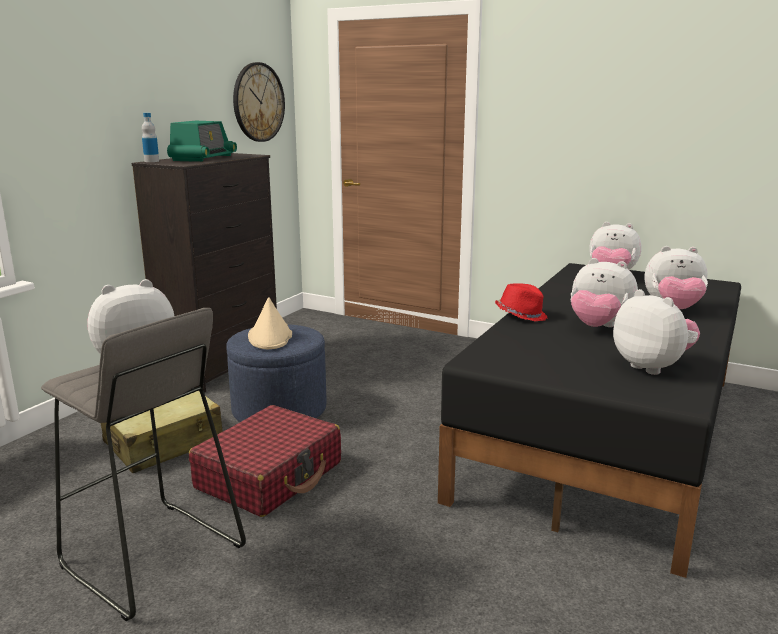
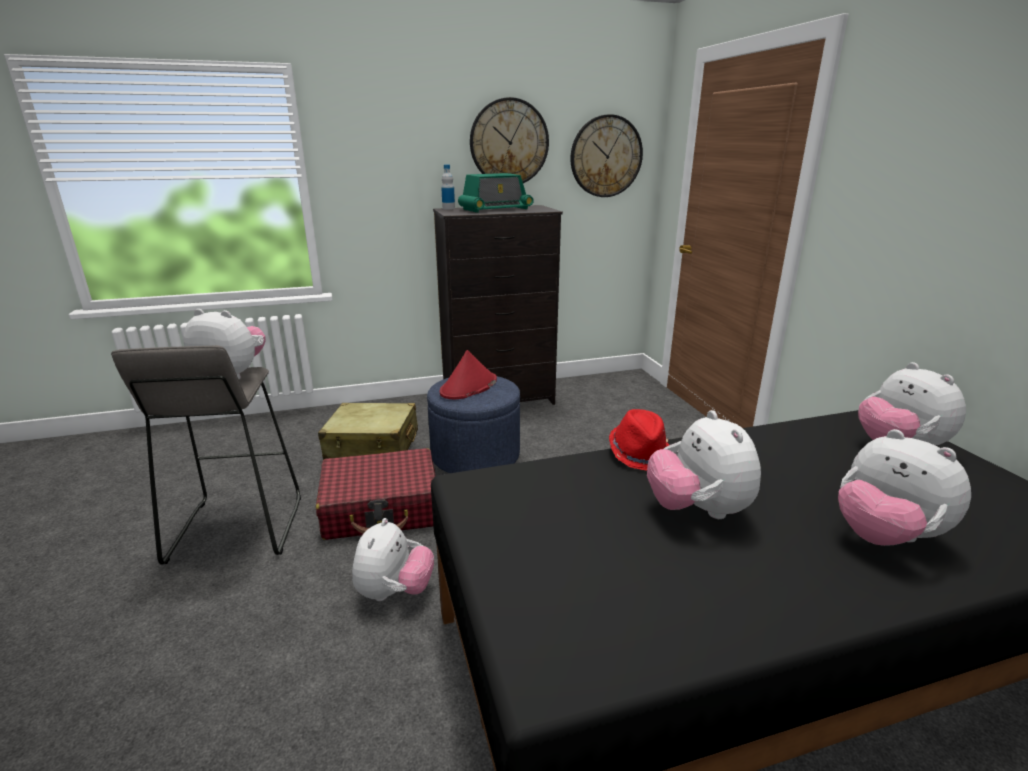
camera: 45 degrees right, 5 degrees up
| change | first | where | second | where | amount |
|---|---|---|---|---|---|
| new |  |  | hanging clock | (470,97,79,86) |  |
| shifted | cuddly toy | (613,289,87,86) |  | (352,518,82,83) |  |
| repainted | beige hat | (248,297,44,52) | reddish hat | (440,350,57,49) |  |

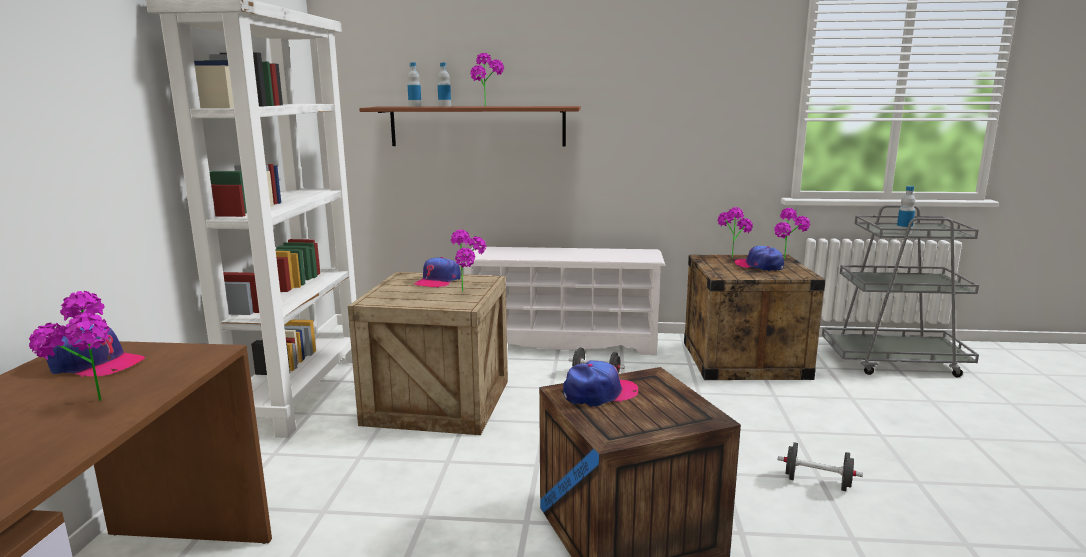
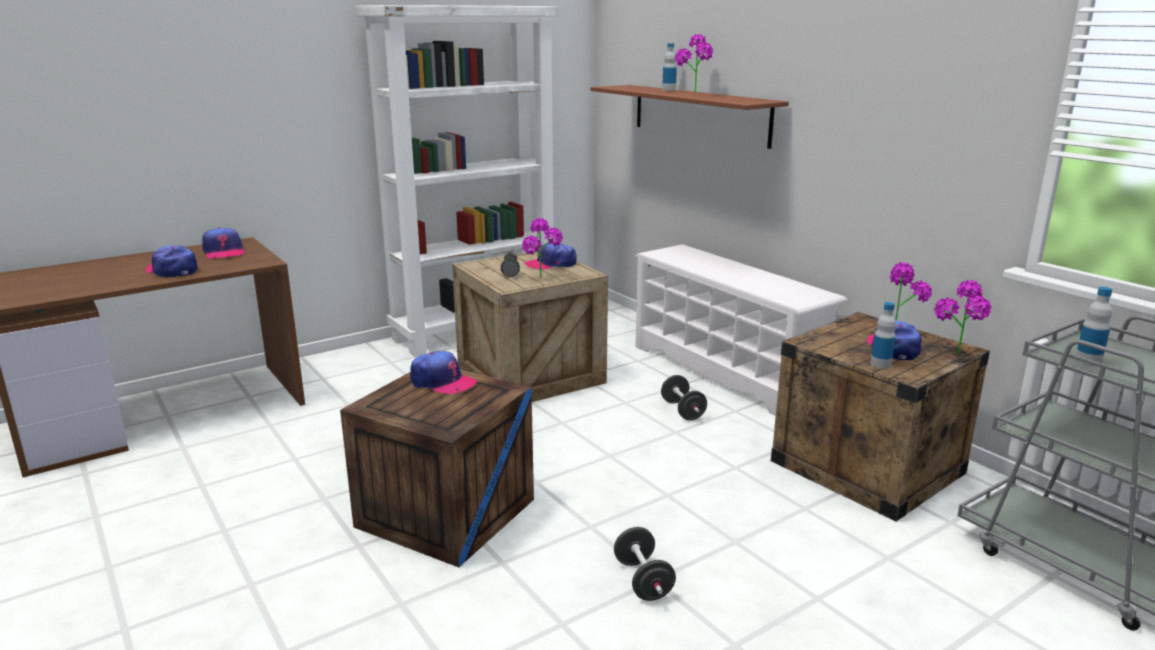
camera: 50 degrees right, 5 degrees up
| change | first | where | second | where | amount |
|---|---|---|---|---|---|
| new |  |  | hand torch | (501,252,19,25) |  |
| shifted | drink bottle | (408,63,14,44) |  | (871,302,25,67) |  |
| swapped | potted plant | (29,291,81,110) | peaked cap | (146,246,52,32) |  |

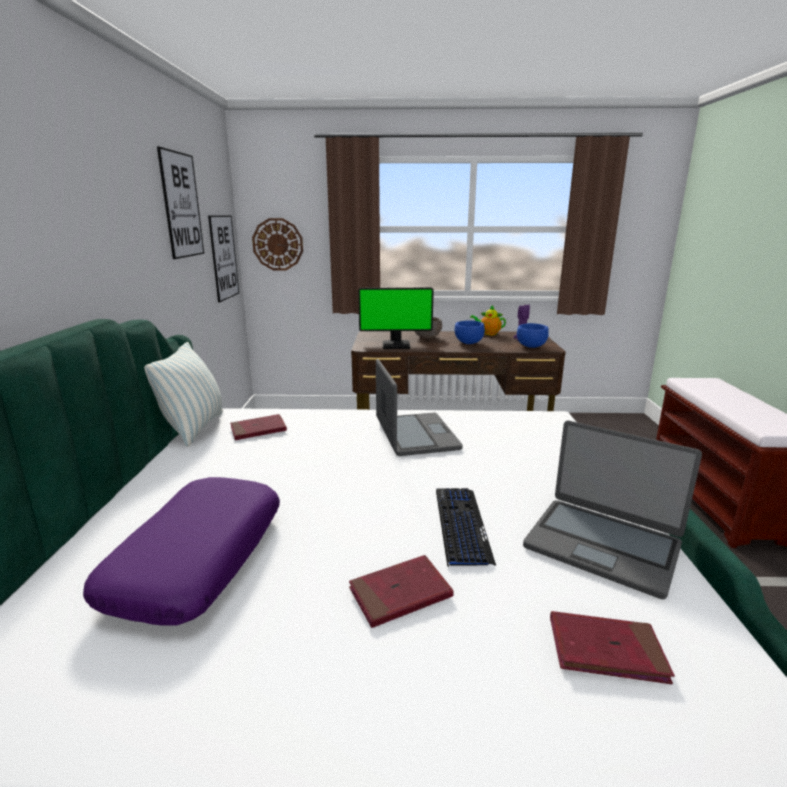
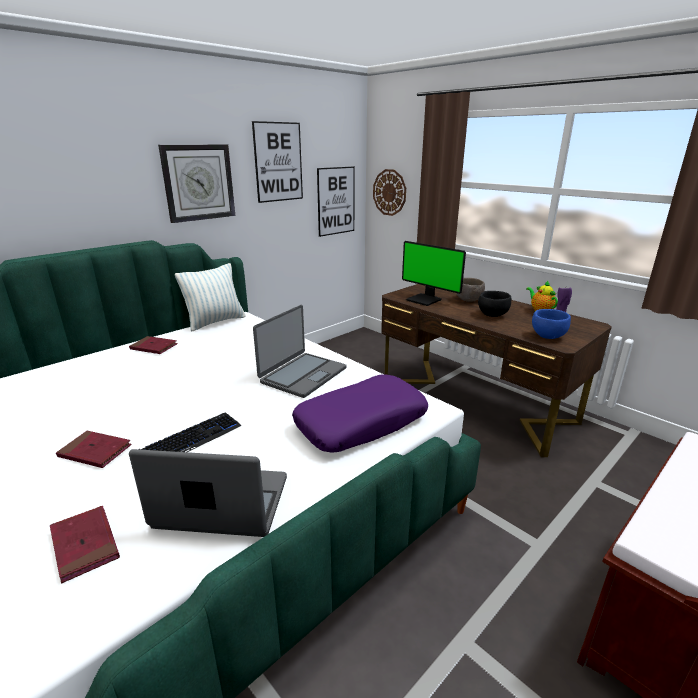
camera: 45 degrees right, 5 degrees up
| change | first | where | second | where | amount |
|---|---|---|---|---|---|
| new |  |  | hanging clock | (158,144,77,79) |  |
| shifted | purplish cushion | (83,477,197,149) |  | (292,374,136,79) |  |
| shifted | reddish bound book | (230,414,57,26) |  | (129,336,49,18) |  |
| repainted | blue deep dish | (455,320,30,24) | black deep dish | (478,291,33,26) |  |
| rotated | notebook computer | (523,421,179,178) |  | (129,449,158,88) | 105 degrees clockwise |

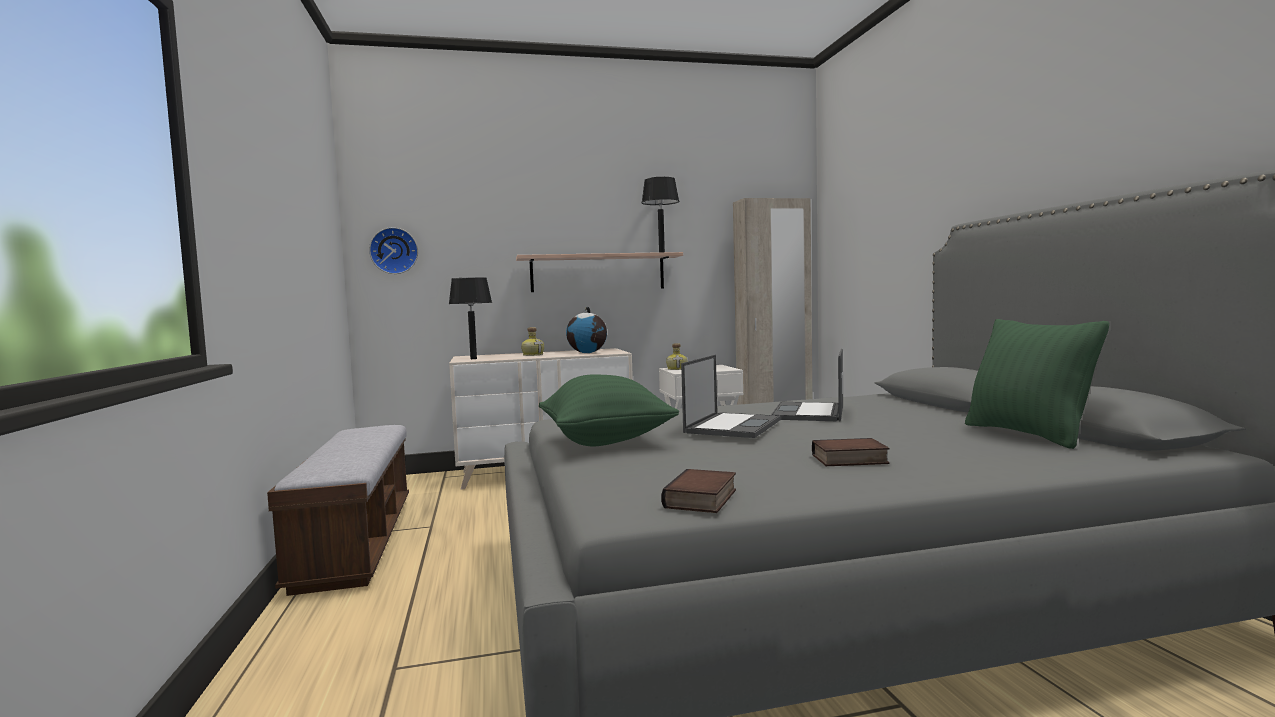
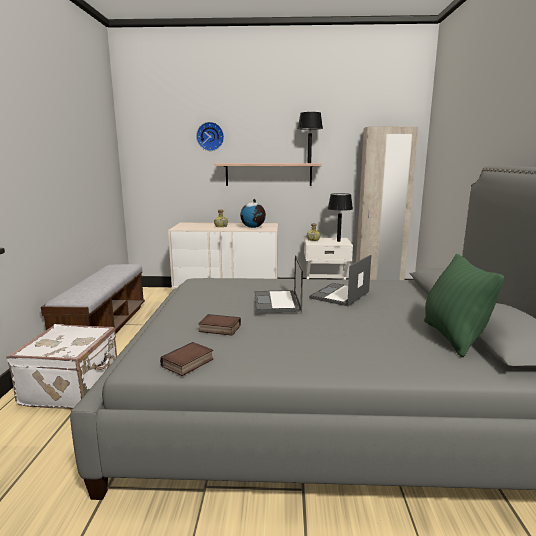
camera: 15 degrees right, 10 degrees up
| change | first | where | second | where | amount |
|---|---|---|---|---|---|
| gone | green cushion | (539,374,140,72) |  |  |  |
| new |  |  | whitish travel case | (6,324,111,85) |  |
| shifted | hanging clock | (369,227,49,47) |  | (196,122,28,29) |  |
| shifted | black table lamp | (449,277,43,82) |  | (328,193,25,49) |  |
| shifted | bound book | (812,438,78,28) |  | (198,314,43,22) |  |
| rotated | notebook computer | (681,355,100,83) |  | (255,255,48,58) | 135 degrees clockwise |

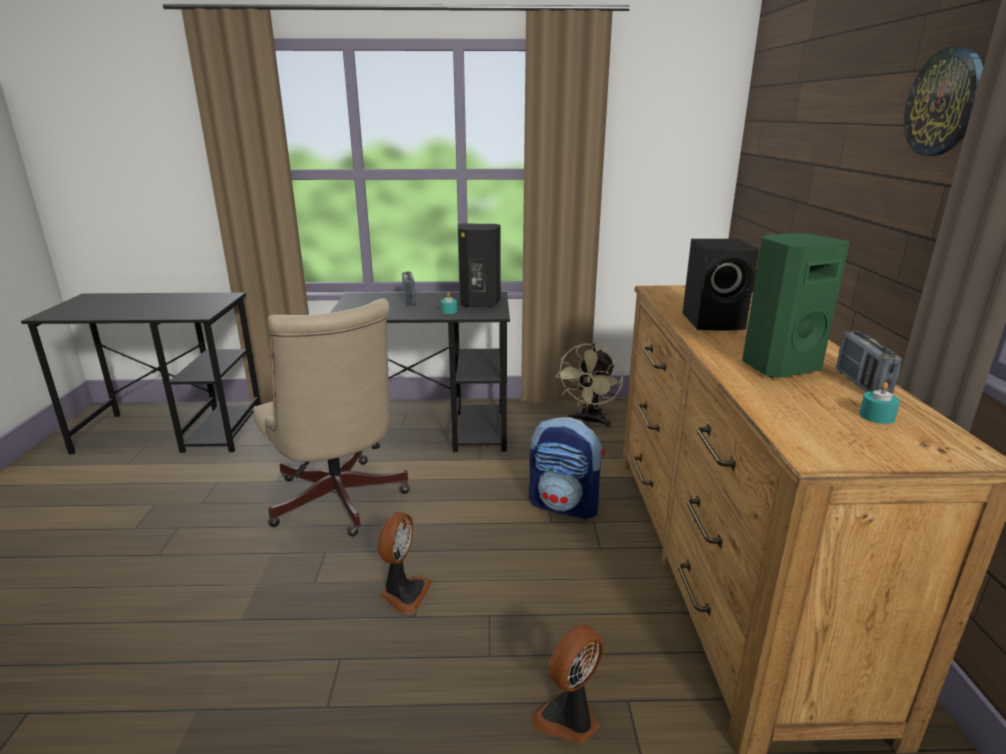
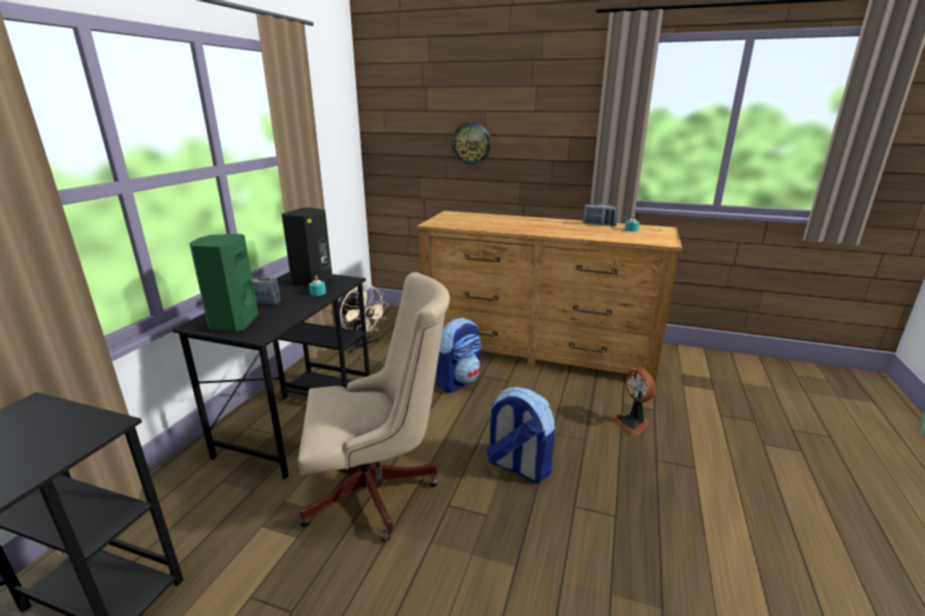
camera: 70 degrees left, 0 degrees up
| change | first | where | second | where | amount |
|---|---|---|---|---|---|
| gone | black speaker | (683,239,76,91) |  |  |  |
| shifted | green speaker | (742,233,107,145) |  | (189,234,69,98) |  |
| shifted | hanging clock | (904,46,79,110) |  | (452,122,39,43) |  |
| swapped | fan | (378,512,54,103) | knapsack | (487,387,68,96) |  |

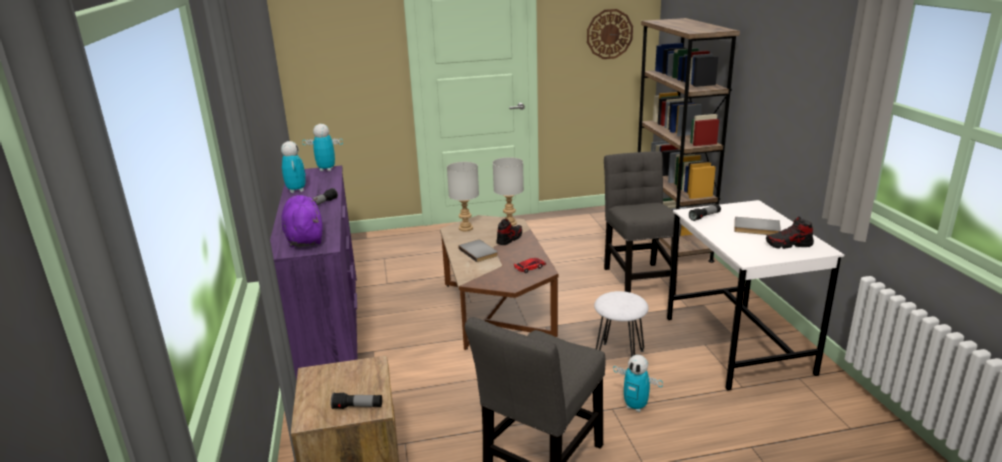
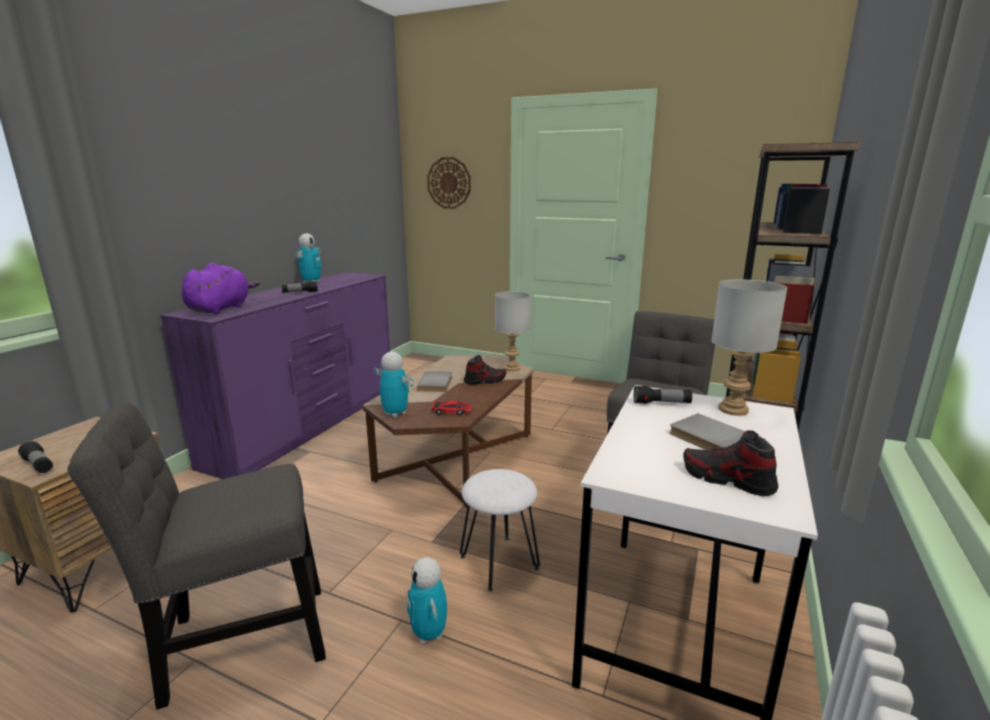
camera: 35 degrees right, 5 degrees down
| change | first | where | second | where | amount |
|---|---|---|---|---|---|
| shifted | toy robot | (302,124,41,47) |  | (373,352,40,66) |  |
| shifted | grey table lamp | (447,162,32,69) |  | (711,279,76,137) |  |
| shifted | hanging clock | (587,9,46,50) |  | (427,157,44,52) |  |

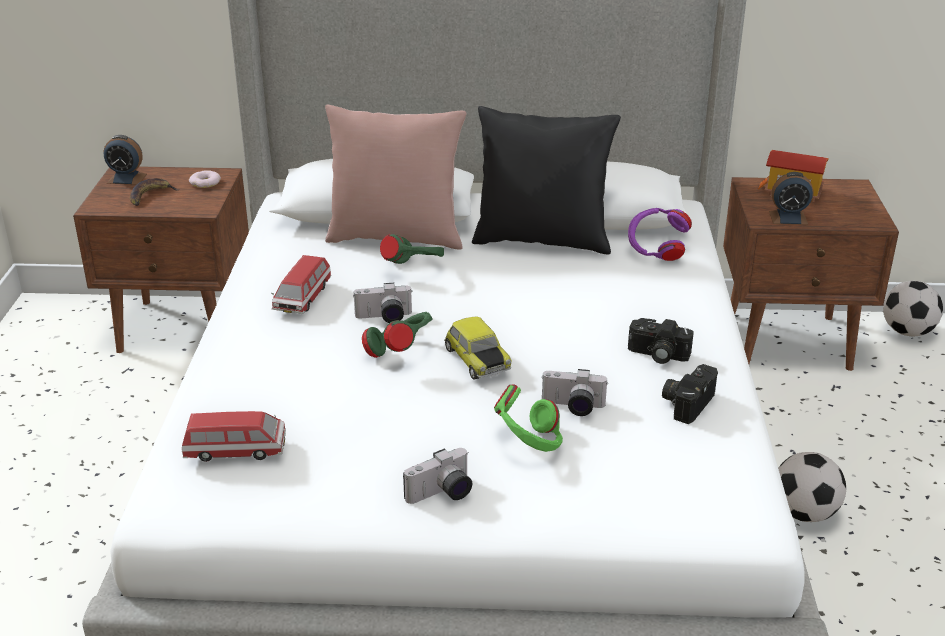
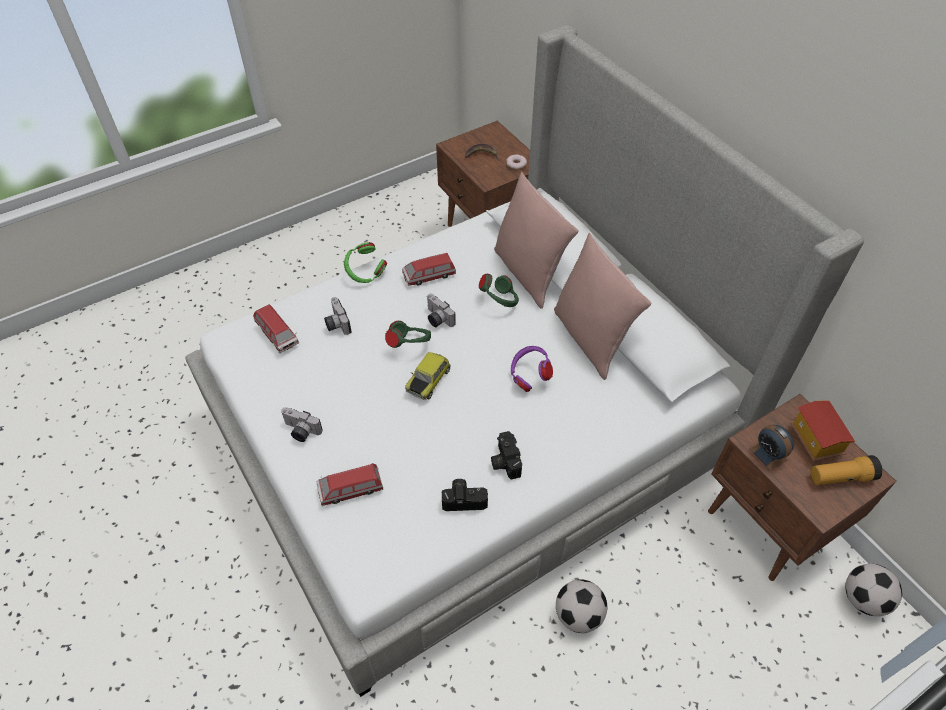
camera: 55 degrees right, 20 degrees up
| change | first | where | second | where | amount |
|---|---|---|---|---|---|
| gone | bedside clock | (104,135,43,50) |  |  |  |
| new |  |  | model car | (317,463,66,43) |  |
| new |  |  | hand torch | (810,455,73,30) |  |
| shifted | green headset | (494,385,69,67) |  | (344,242,43,41) |  |
| shifted | still camera | (541,369,67,47) |  | (324,297,28,38) |  |
| shifted | purplish headset | (628,208,64,53) |  | (511,346,42,46) |  |
| repainted | black cushion | (472,106,149,149) | pink cushion | (554,232,97,148) |  |

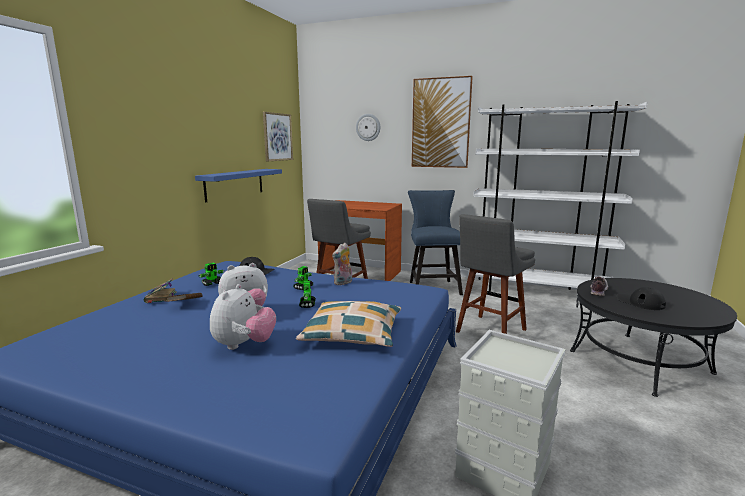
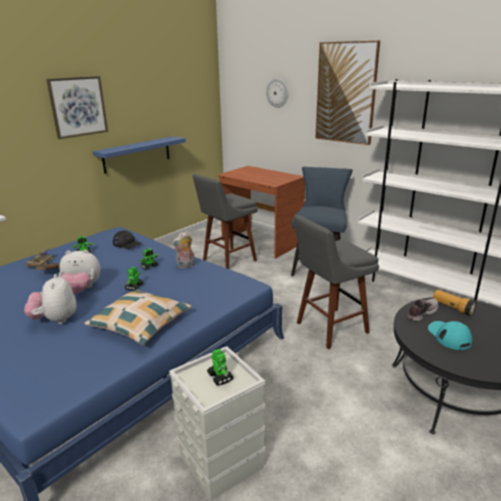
camera: 20 degrees right, 10 degrees up
| change | first | where | second | where | amount |
|---|---|---|---|---|---|
| new |  |  | toy robot | (207,349,27,36) |  |
| new |  |  | hand torch | (433,290,44,26) |  |
| shifted | wall picture | (263,112,30,49) |  | (46,76,62,63) |  |
| repainted | black peaked cap | (616,287,50,23) | turquoise-coloured peaked cap | (428,321,44,29) |  |
| rotated | cuddly toy | (210,284,66,66) |  | (24,274,52,50) | 135 degrees clockwise |

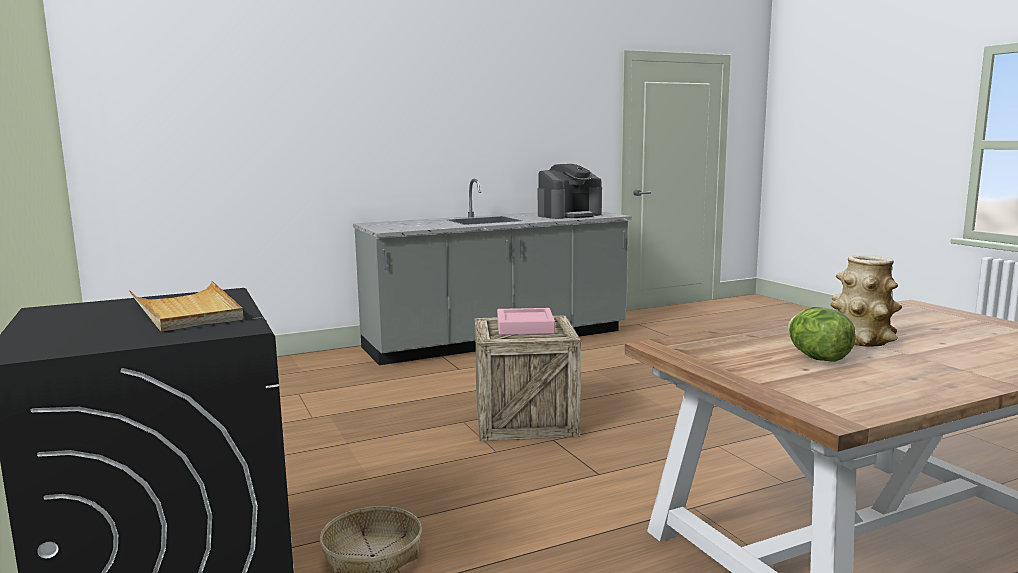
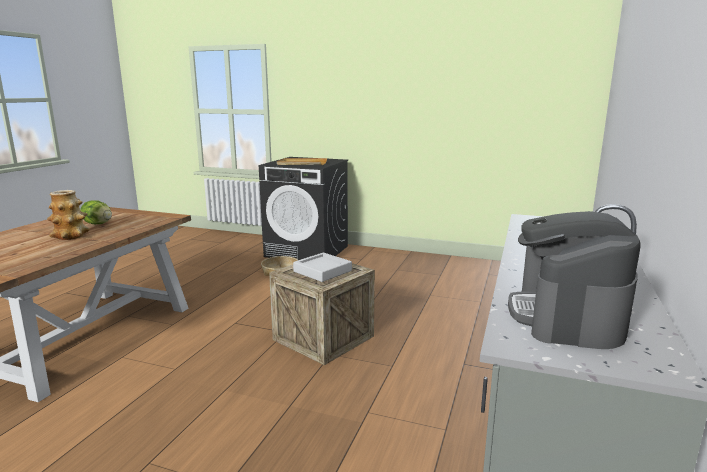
camera: 135 degrees right, 5 degrees up
| change | first | where | second | where | amount |
|---|---|---|---|---|---|
| repainted | pink carrying tray | (497,308,58,27) | grey carrying tray | (293,252,59,30) |  |

